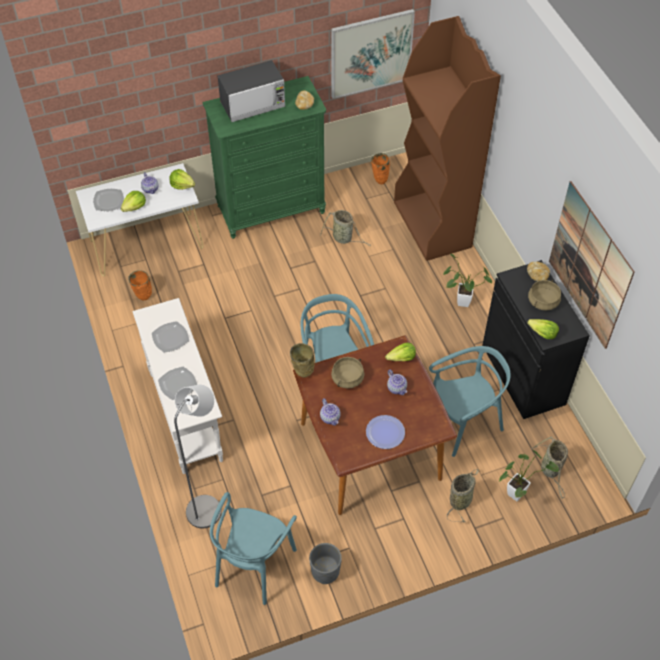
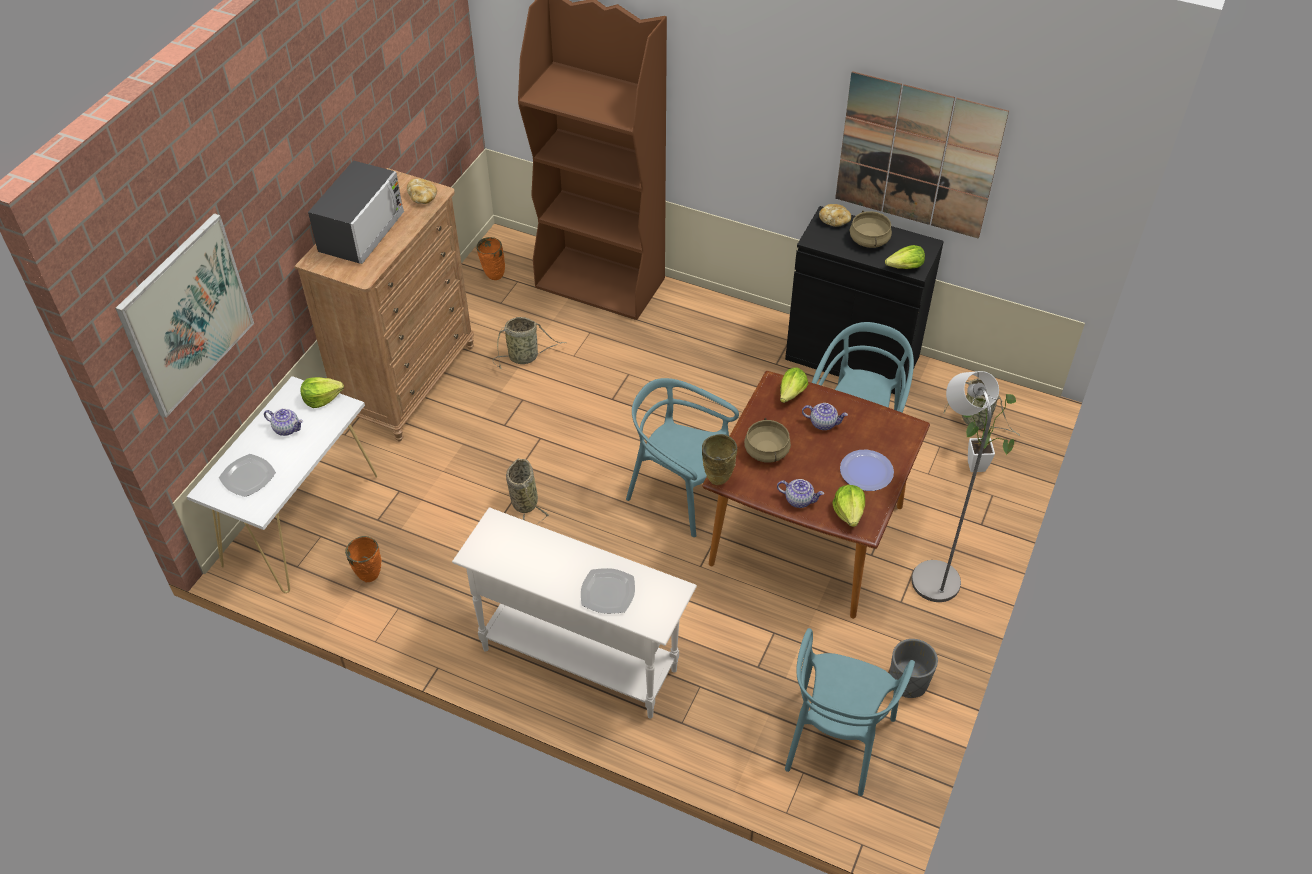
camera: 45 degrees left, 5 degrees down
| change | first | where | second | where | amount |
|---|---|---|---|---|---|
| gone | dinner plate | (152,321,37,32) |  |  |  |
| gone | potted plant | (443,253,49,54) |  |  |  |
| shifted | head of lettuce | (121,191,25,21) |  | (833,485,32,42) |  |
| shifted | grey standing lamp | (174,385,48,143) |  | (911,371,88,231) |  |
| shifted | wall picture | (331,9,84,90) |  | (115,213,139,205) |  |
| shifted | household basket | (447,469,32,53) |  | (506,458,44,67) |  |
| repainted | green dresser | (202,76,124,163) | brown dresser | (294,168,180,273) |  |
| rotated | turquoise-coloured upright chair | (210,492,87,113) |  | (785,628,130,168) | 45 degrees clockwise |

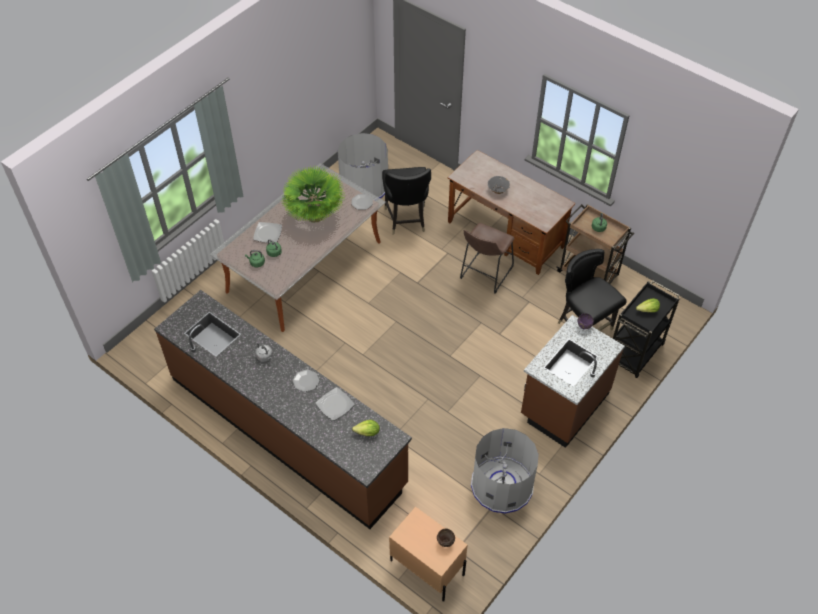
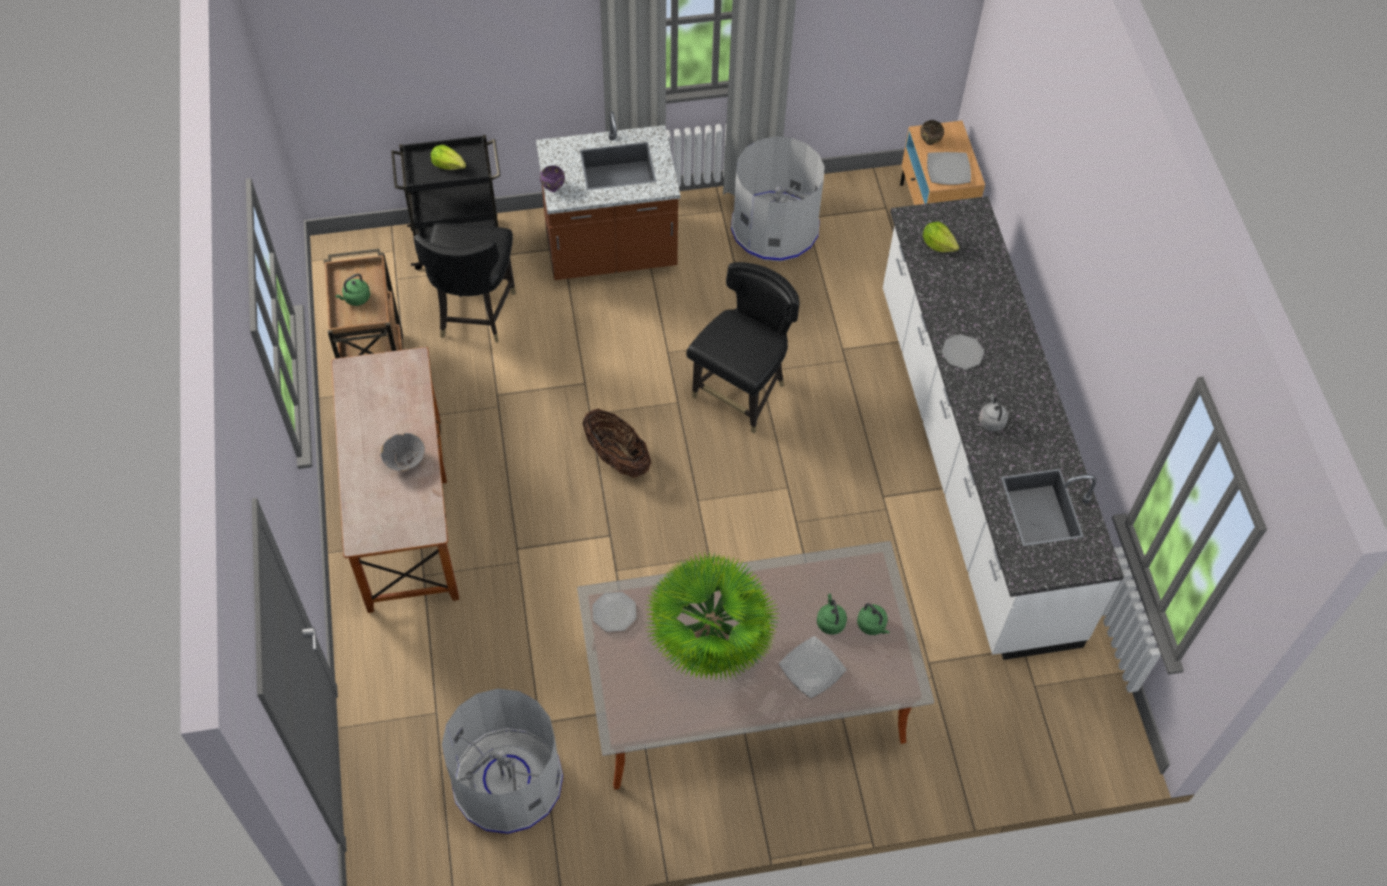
camera: 140 degrees left, 5 degrees up
| change | first | where | second | where | amount |
|---|---|---|---|---|---|
| gone | brown stool seat | (460,223,55,71) |  |  |  |
| new |  |  | household basket | (583,409,68,69) |  |
| shifted | dinner plate | (316,387,39,34) |  | (927,152,44,33) |  |
| shifted | black upright chair | (382,167,49,68) |  | (686,262,114,172) |  |
| repainted | brown counter | (154,290,258,239) | whitish counter | (883,196,241,464) |  |

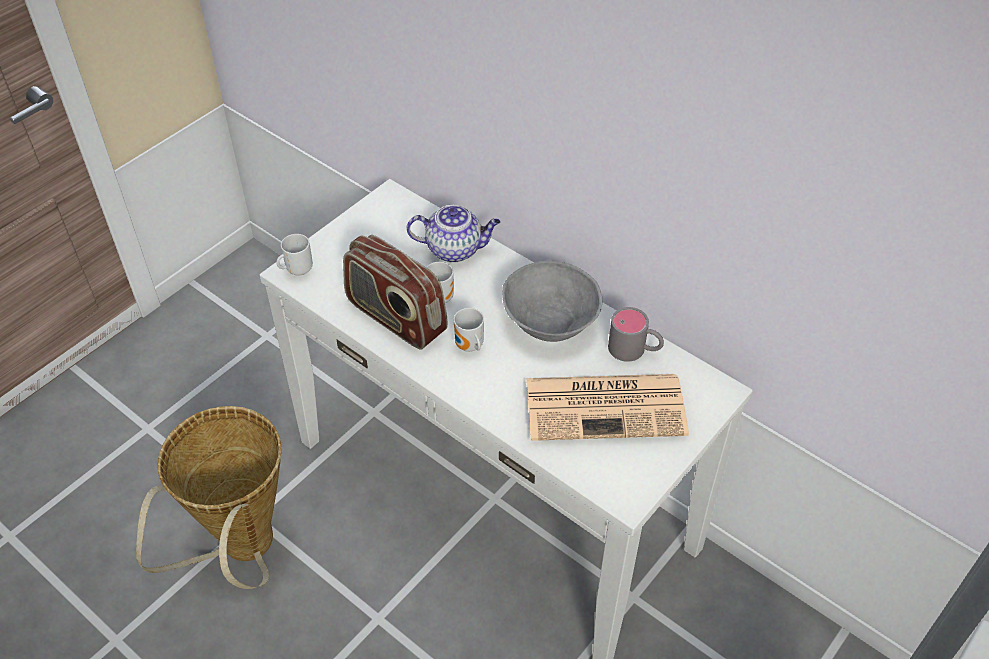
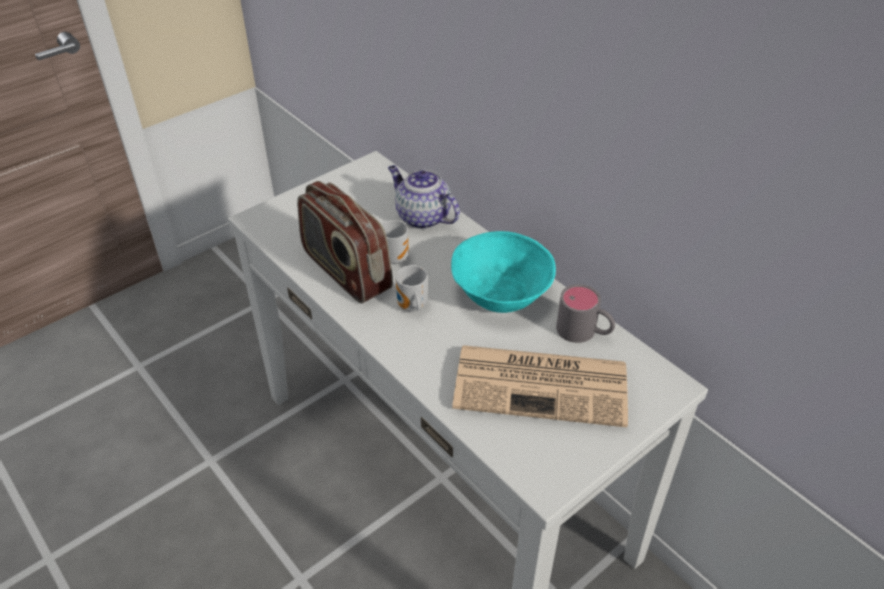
camera: 10 degrees right, 5 degrees down
| change | first | where | second | where | amount |
|---|---|---|---|---|---|
| gone | household basket | (136,406,146,183) |  |  |  |
| gone | coffee mug | (276,234,37,41) |  |  |  |
| repainted | grey deep dish | (502,260,100,82) | turquoise-coloured deep dish | (451,231,105,82) |  |
| rotated | tea pot | (407,204,93,59) |  | (388,165,72,64) | 150 degrees counterclockwise |

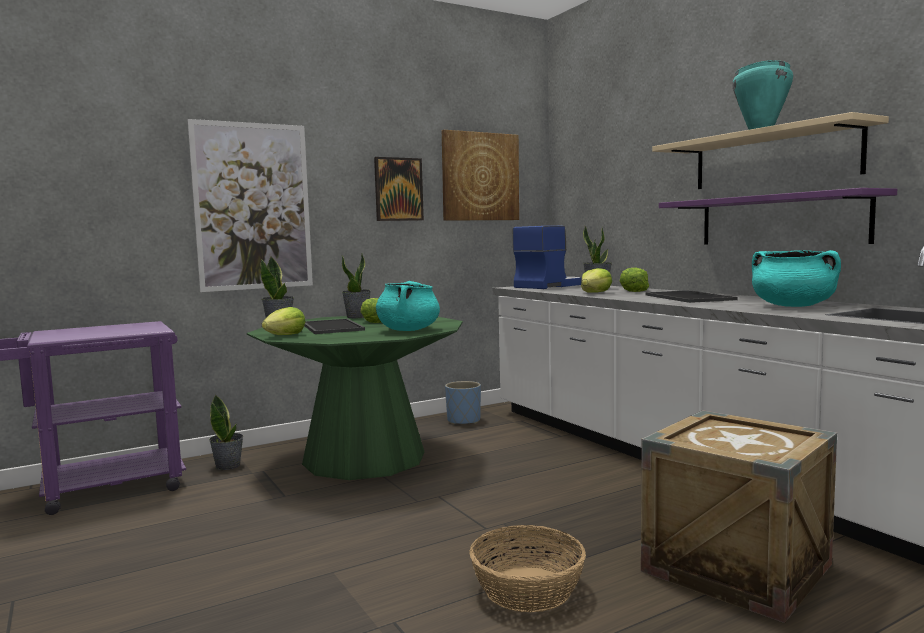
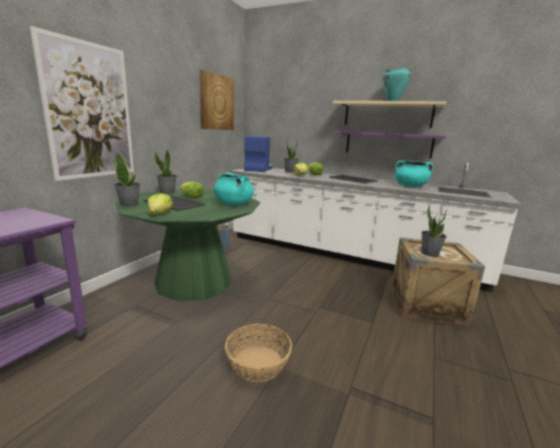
camera: 35 degrees left, 10 degrees up
| change | first | where | second | where | amount |
|---|---|---|---|---|---|
| gone | wall picture | (374,157,50,64) |  |  |  |
| shifted | potted plant | (209,394,35,76) |  | (421,205,26,52) |  |
| shifted | household basket | (469,525,117,87) |  | (225,324,67,58) |  |

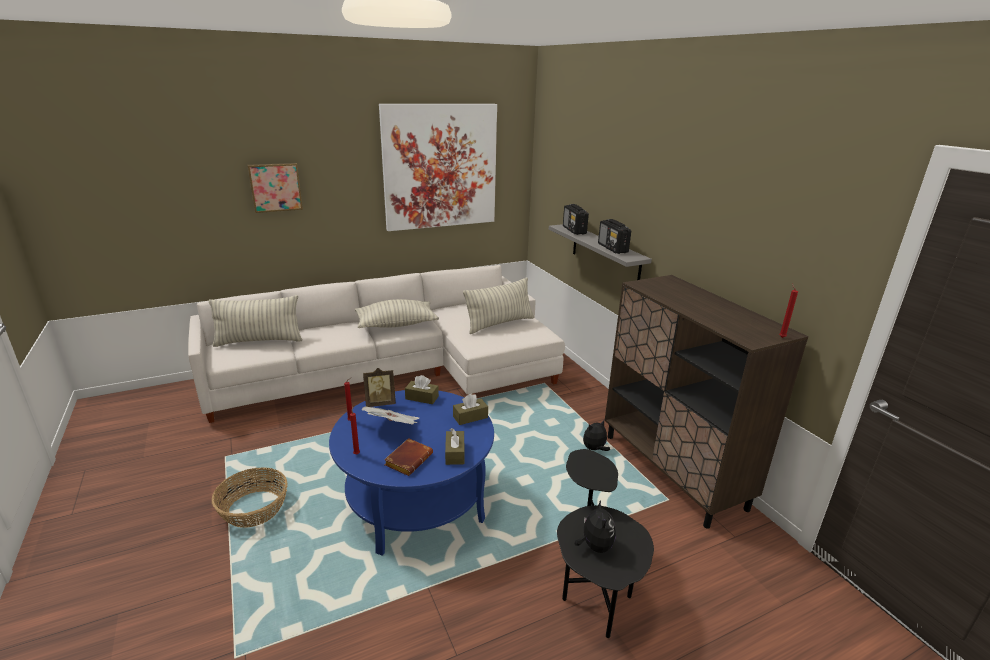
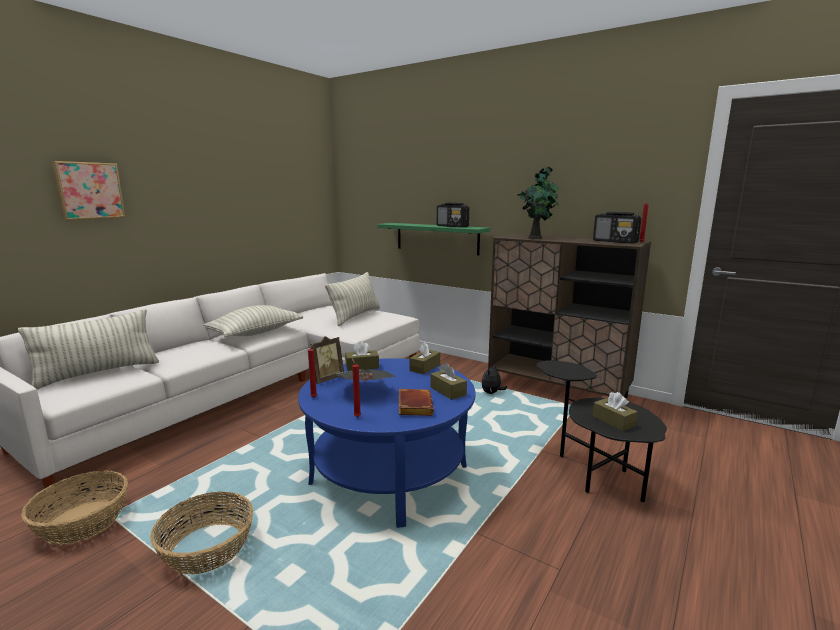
camera: 30 degrees left, 10 degrees down
| change | first | where | second | where | amount |
|---|---|---|---|---|---|
| gone | wall picture | (379,104,118,127) |  |  |  |
| new |  |  | household basket | (21,471,107,74) |  |
| new |  |  | potted plant | (517,167,41,72) |  |
| shifted | radio set | (563,204,26,31) |  | (593,212,48,32) |  |
| swapped | cuddly toy | (575,500,41,53) | brown tissue box | (593,392,45,39) |  |
| repainted | grey shelf | (549,224,103,56) | green shelf | (377,223,113,32) |  |

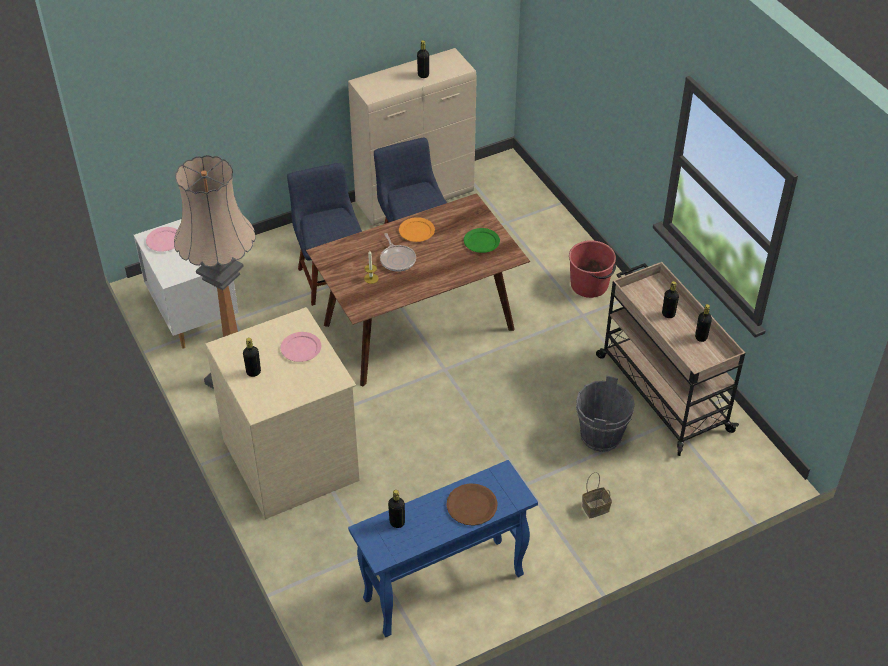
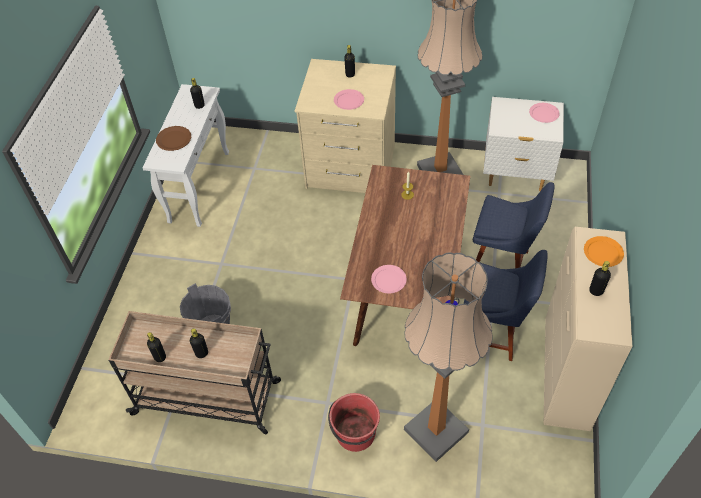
camera: 130 degrees right, 5 degrees up
| change | first | where | second | where | amount |
|---|---|---|---|---|---|
| gone | pan | (380,233,36,39) |  |  |  |
| gone | household basket | (582,472,30,46) |  |  |  |
| new |  |  | standing lamp | (404,252,89,210) |  |
| shifted | orange-coloured dinner plate | (399,217,36,25) |  | (584,236,40,31) |  |
| repainted | blue narrow table | (348,460,190,177) | whitish narrow table | (142,84,87,143) |  |
| repainted | green dinner plate | (464,228,36,25) | pink dinner plate | (371,265,36,28) |  |

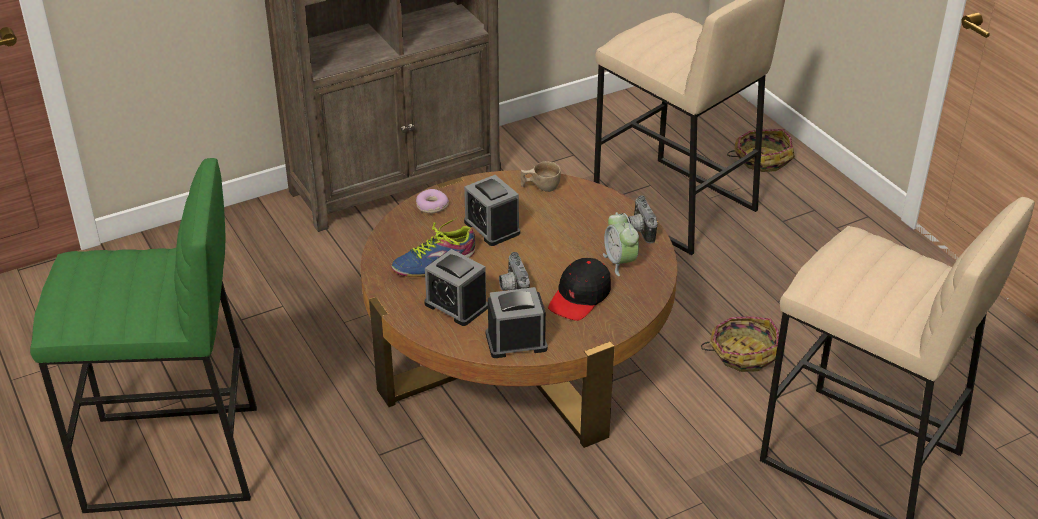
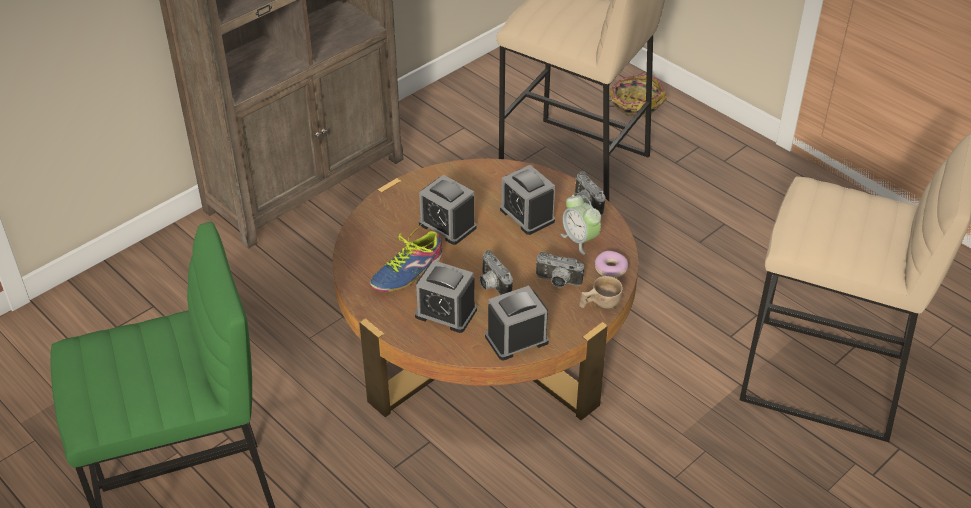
camera: 15 degrees left, 5 degrees up
| change | first | where | second | where | amount |
|---|---|---|---|---|---|
| gone | household basket | (701,316,78,56) |  |  |  |
| new |  |  | bedside clock | (500,165,55,70) |  |
| shifted | donut | (416,189,33,24) |  | (594,251,34,27) |  |
| shifted | beige cup | (521,161,40,31) |  | (579,276,44,33) |  |
| swapped | black peaked cap | (548,258,63,63) | still camera | (535,252,49,36) |  |

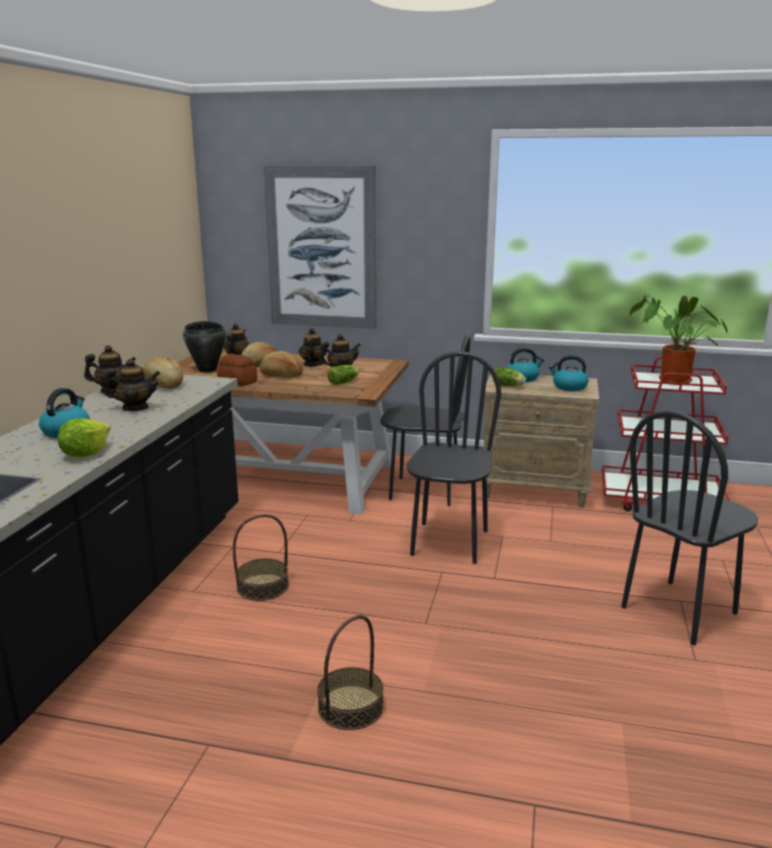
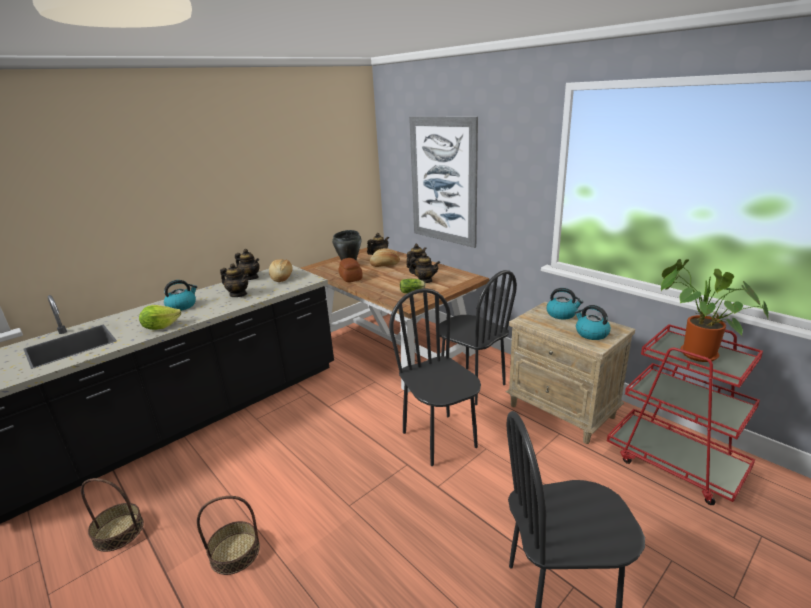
camera: 35 degrees right, 5 degrees up
| change | first | where | second | where | amount |
|---|---|---|---|---|---|
| gone | baked bread | (260,351,43,27) |  |  |  |
| gone | head of lettuce | (493,367,33,19) |  |  |  |
| shifted | household basket | (233,514,56,87) |  | (81,478,63,74) |  |
| rotated | black upright chair | (407,351,94,213) |  | (389,288,92,178) | 75 degrees counterclockwise |

